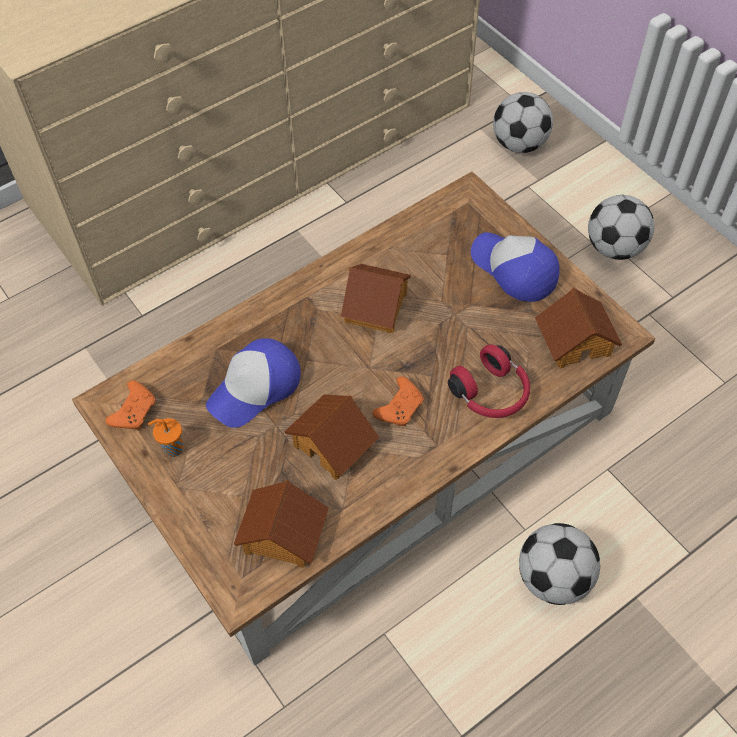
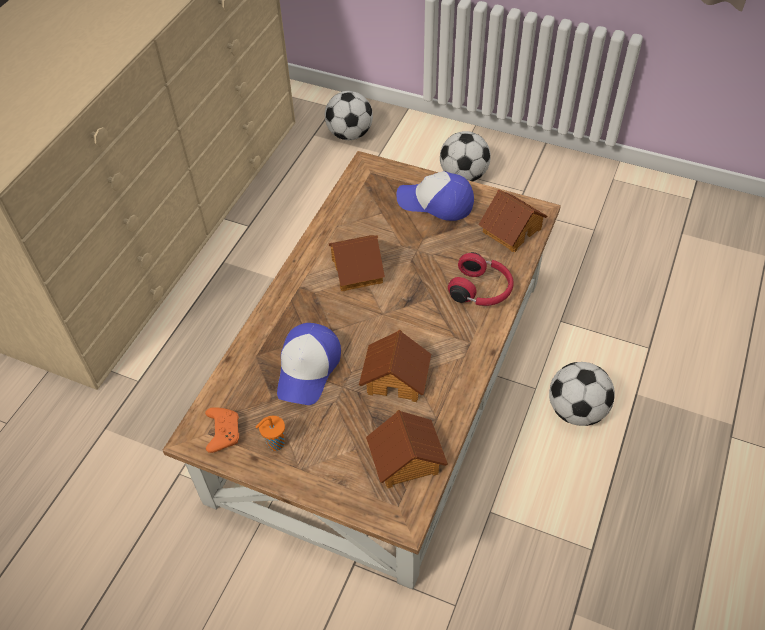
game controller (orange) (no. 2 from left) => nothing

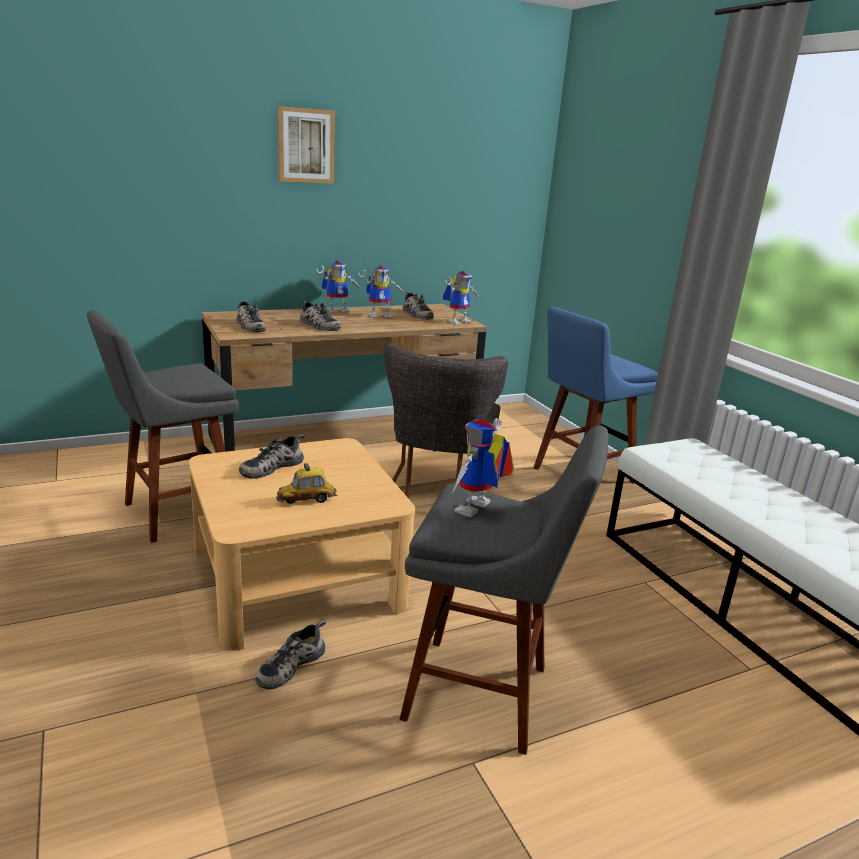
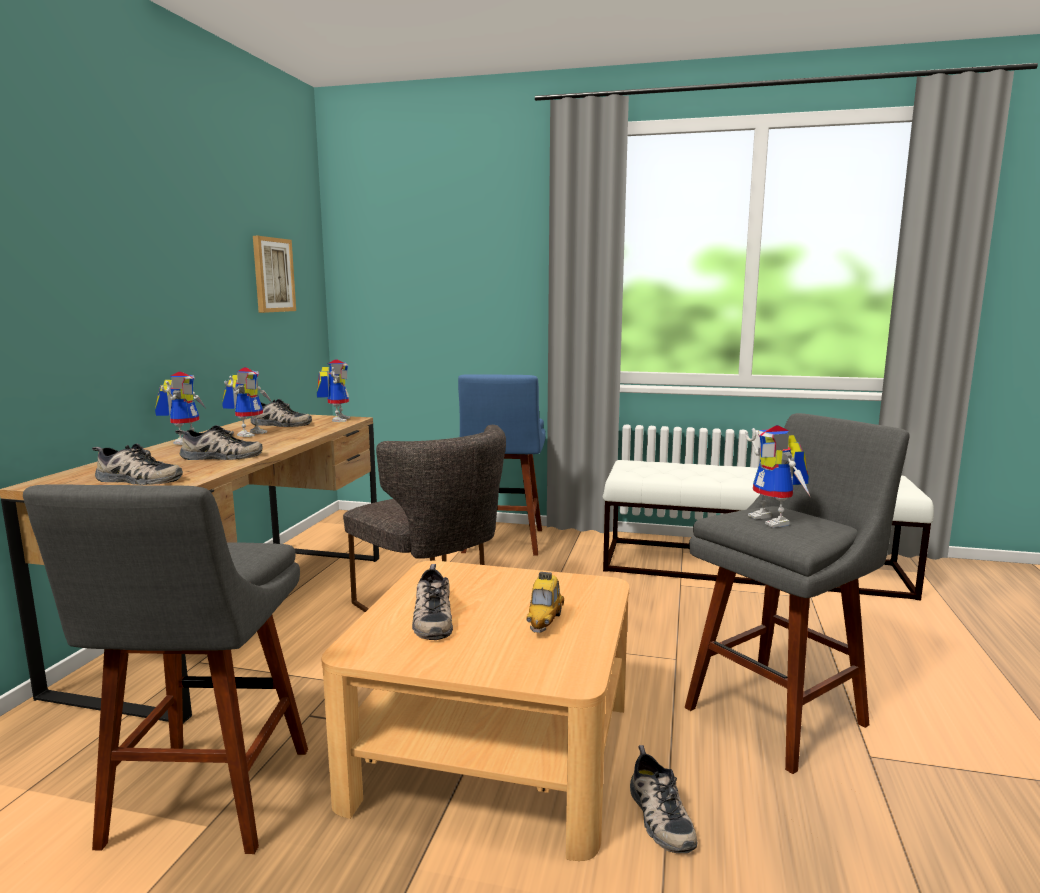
picture, shifted

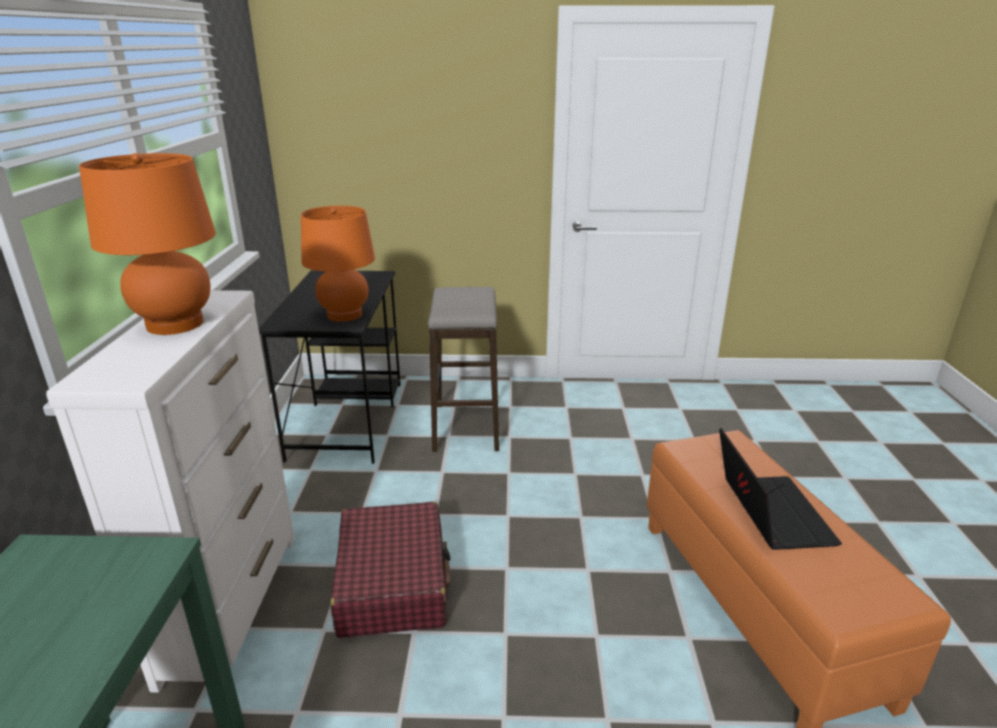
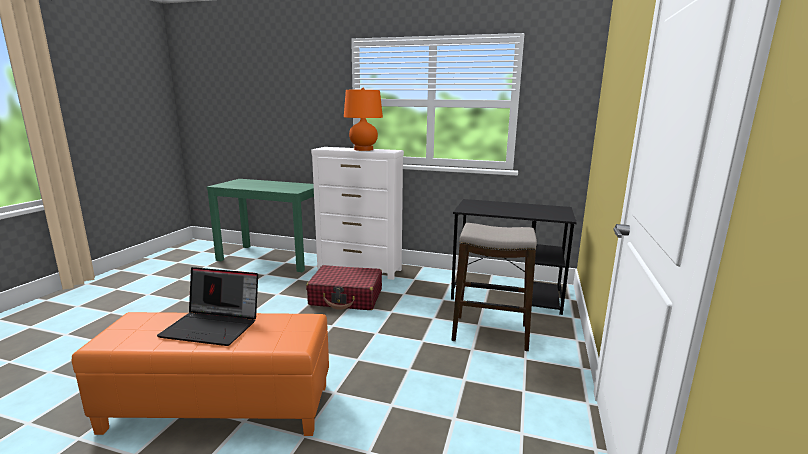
table lamp (orange) (no. 2 from left) => nothing

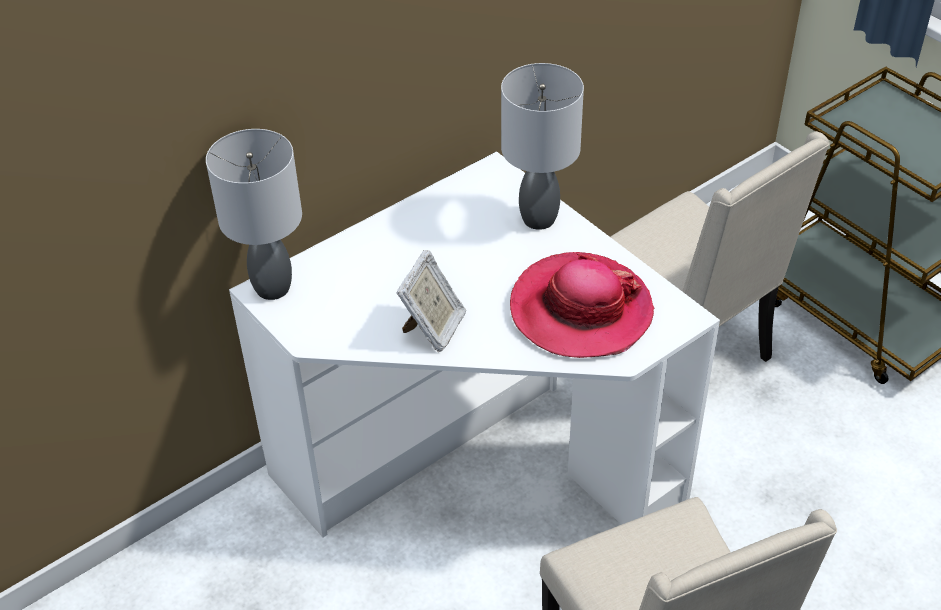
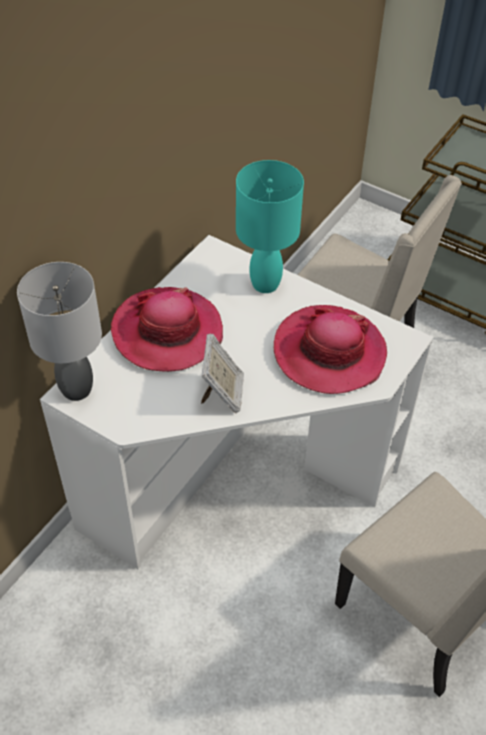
nothing => hat (no. 1 from left)
table lamp (grey) (no. 2 from left) => table lamp (turquoise)

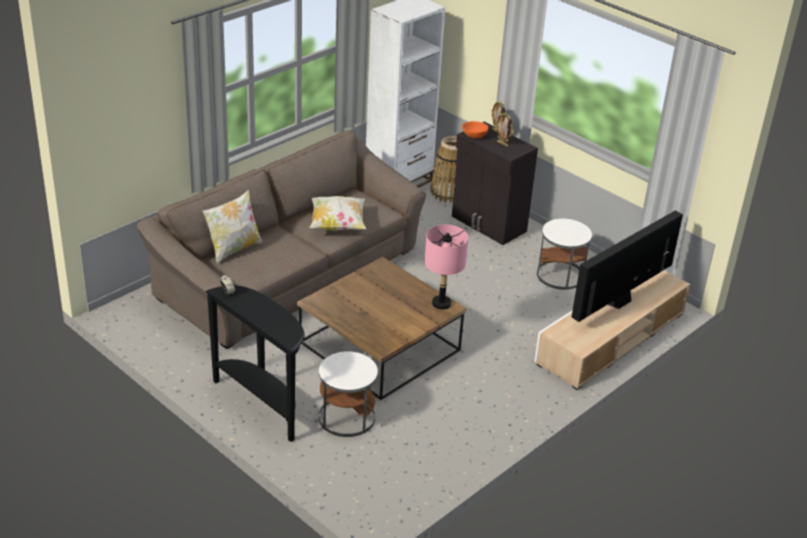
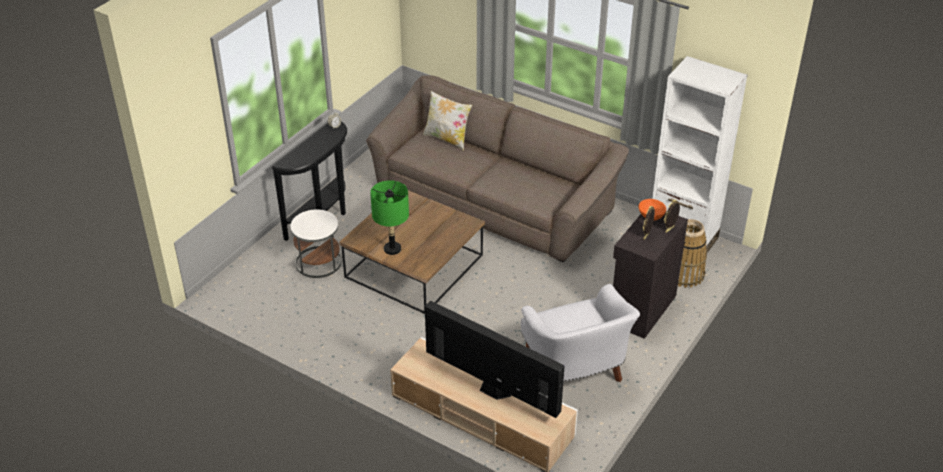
pillow (no. 2 from left) => nothing
table lamp (pink) => nothing
nothing => table lamp (green)
side table (white) (no. 2 from left) => armchair (white)

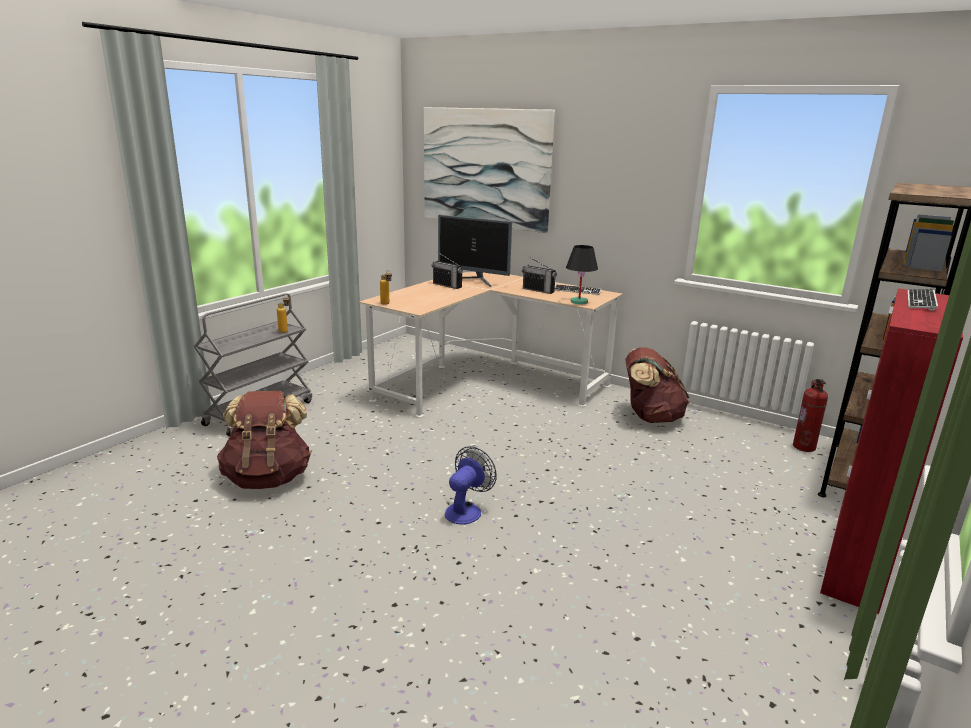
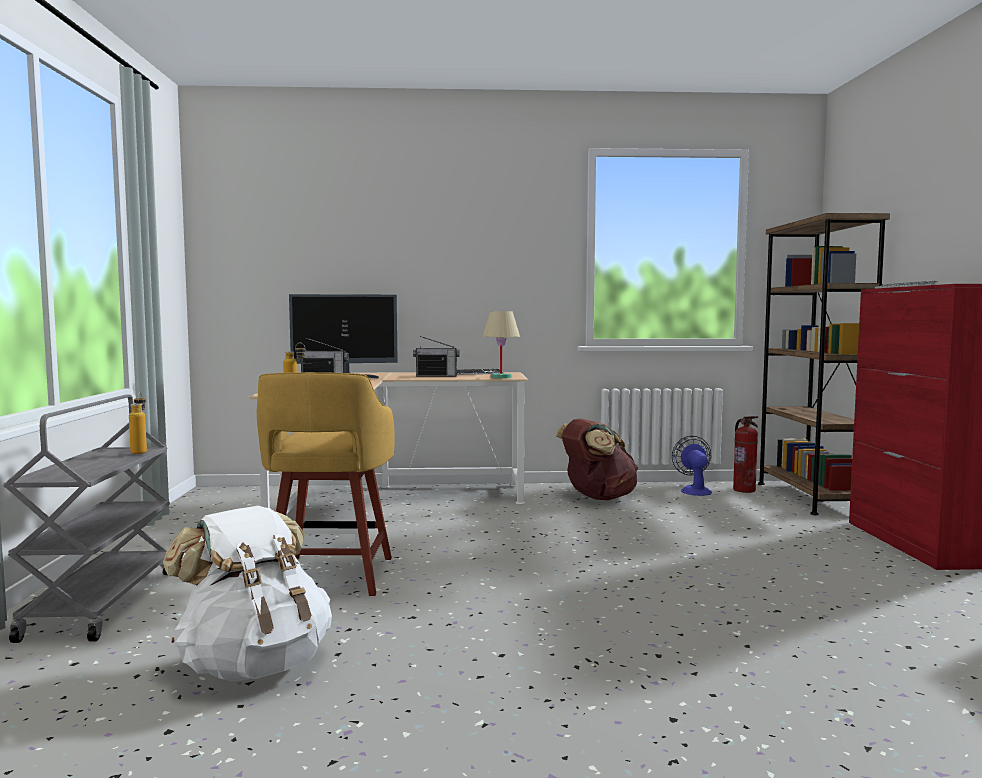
picture => nothing
nothing => stool (yellow)
fan, shifted
backpack (brown) (no. 1 from left) => backpack (white)
table lamp (black) => table lamp (beige)

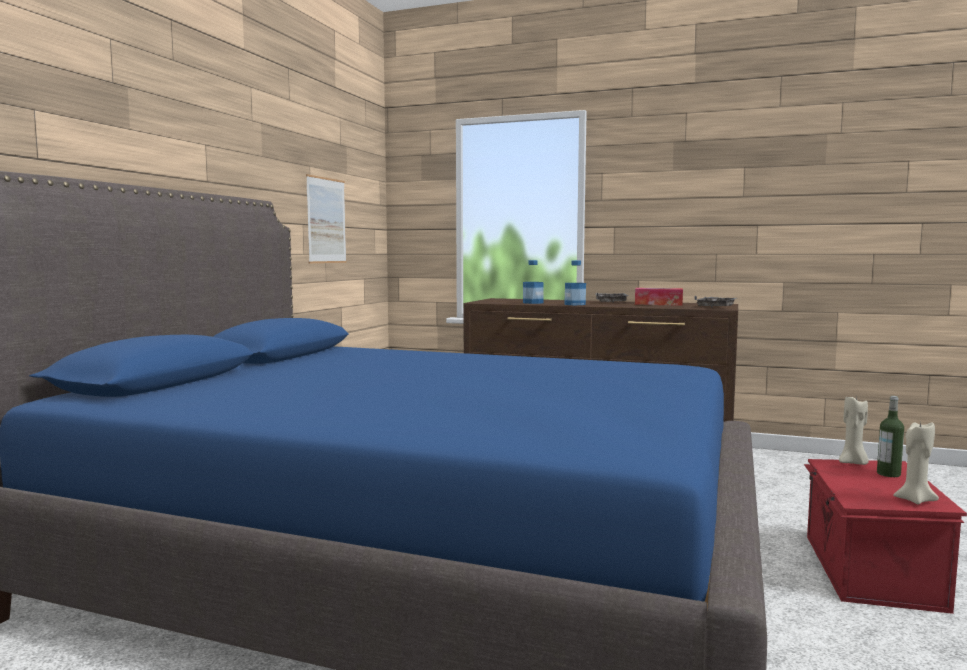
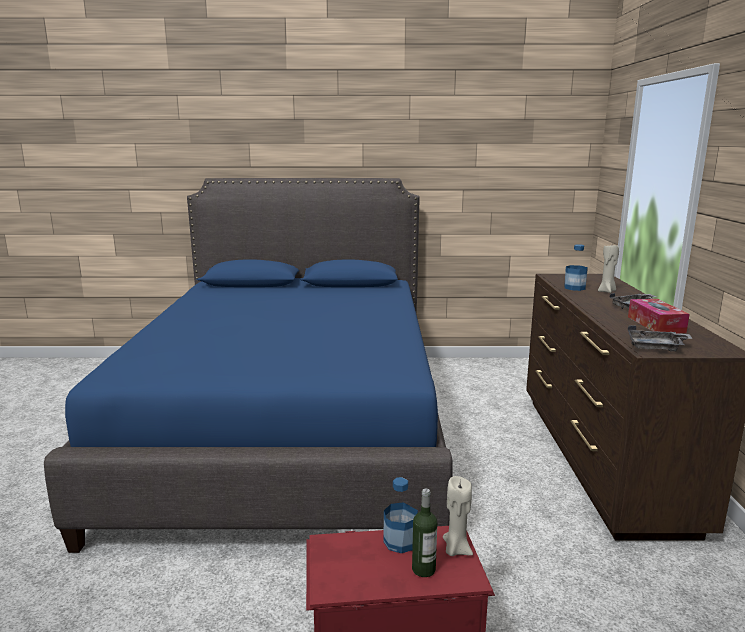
picture => nothing
bottle (no. 2 from left in the first image) => bottle (no. 1 from left), shifted
candle (beige) (no. 2 from left), shifted

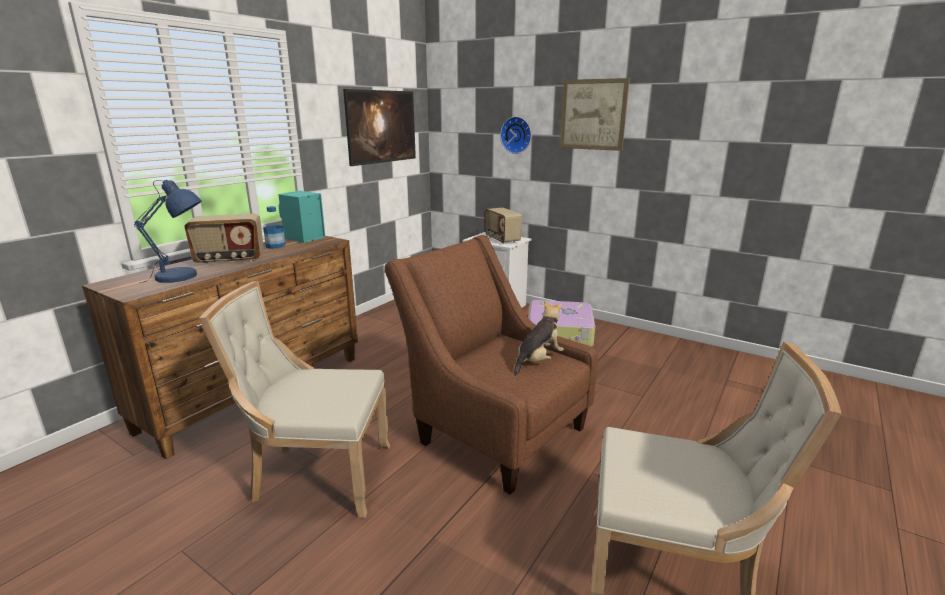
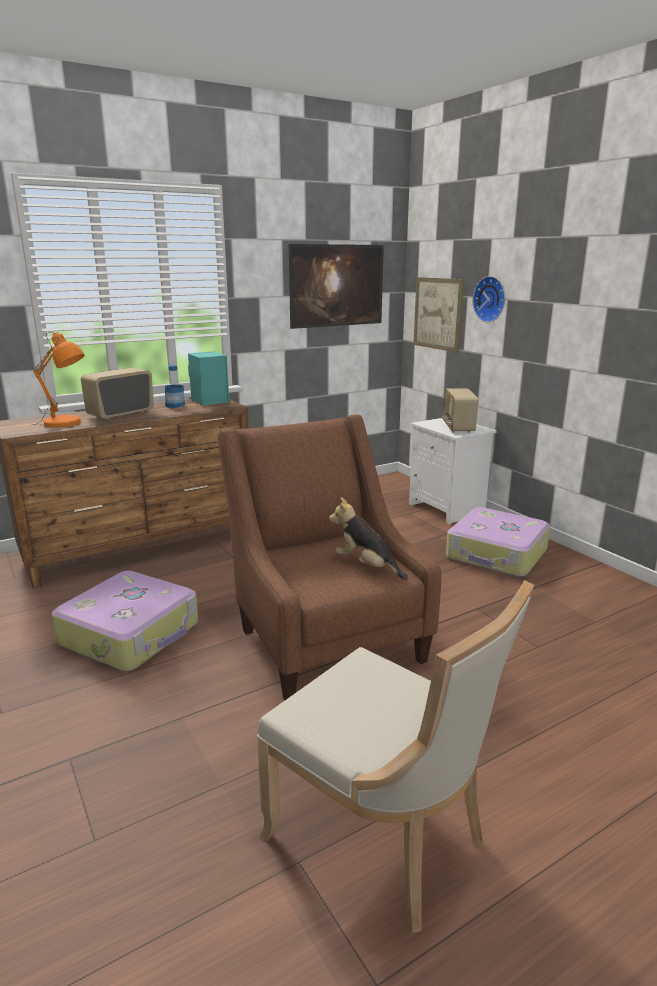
picture (no. 2 from left), shifted
chair (beige) (no. 1 from left) => suitcase (no. 1 from left)
table lamp (blue) => table lamp (orange)
radio (no. 1 from left), 120 degrees clockwise
plush toy, 120 degrees counterclockwise

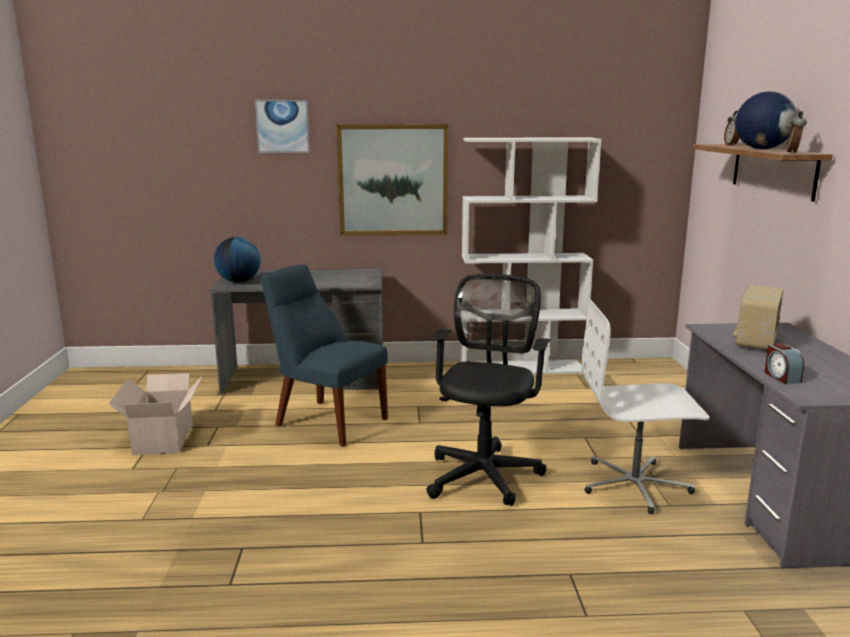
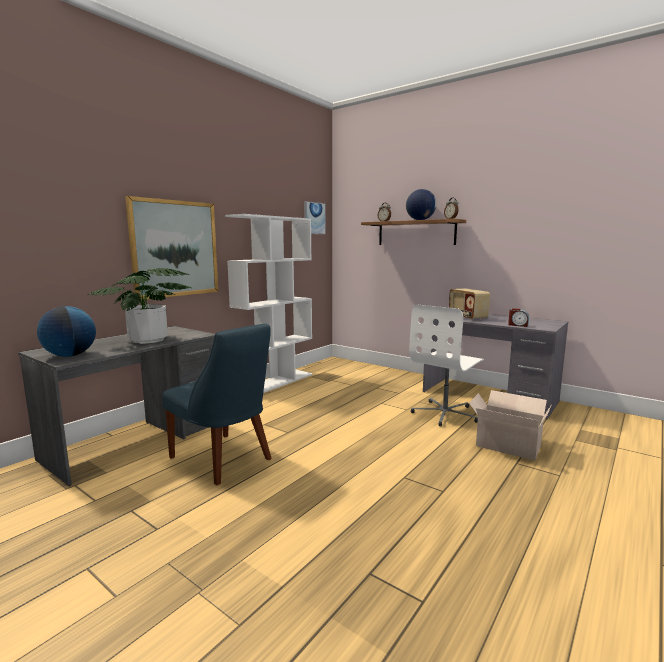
office chair (black) => nothing
nothing => potted plant
cardboard box, shifted
picture (no. 1 from left in the first image) => picture (no. 2 from left), shifted
chair (blue), 120 degrees counterclockwise

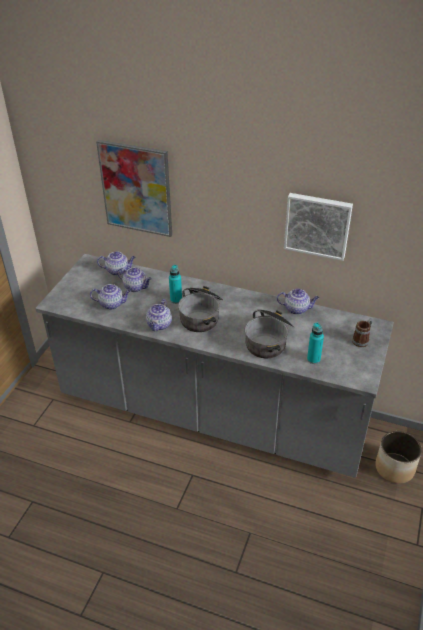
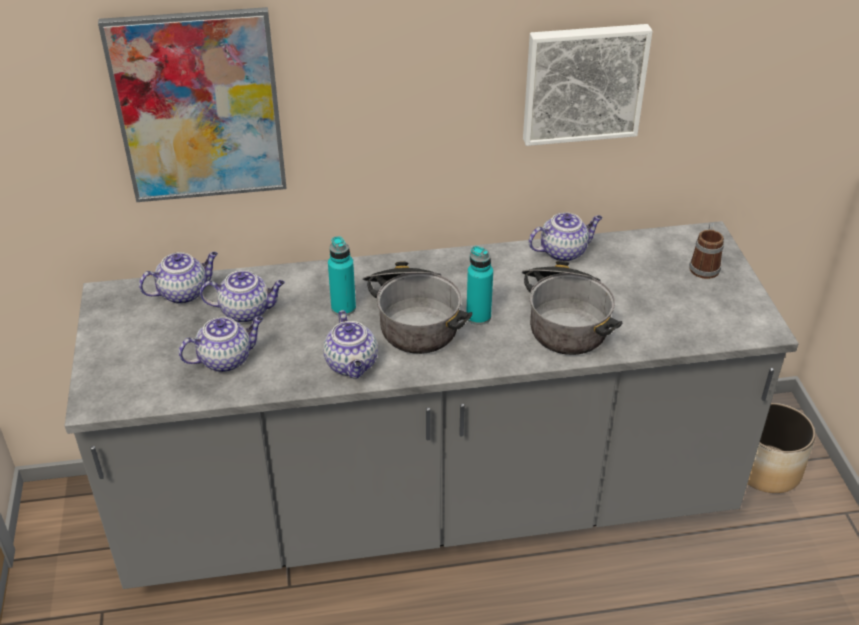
bottle (turquoise) (no. 2 from left), shifted

